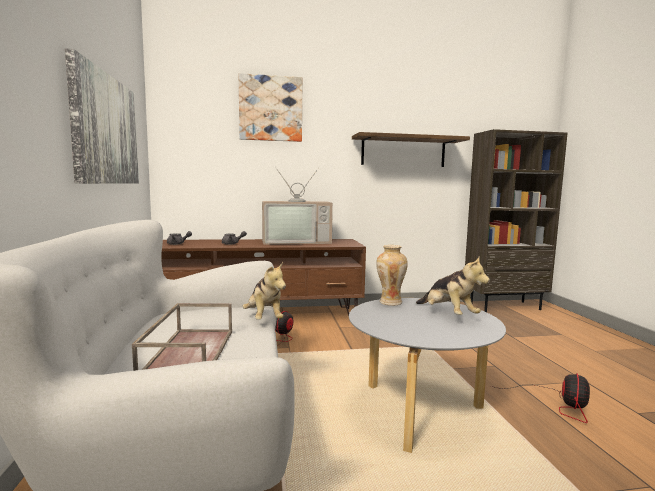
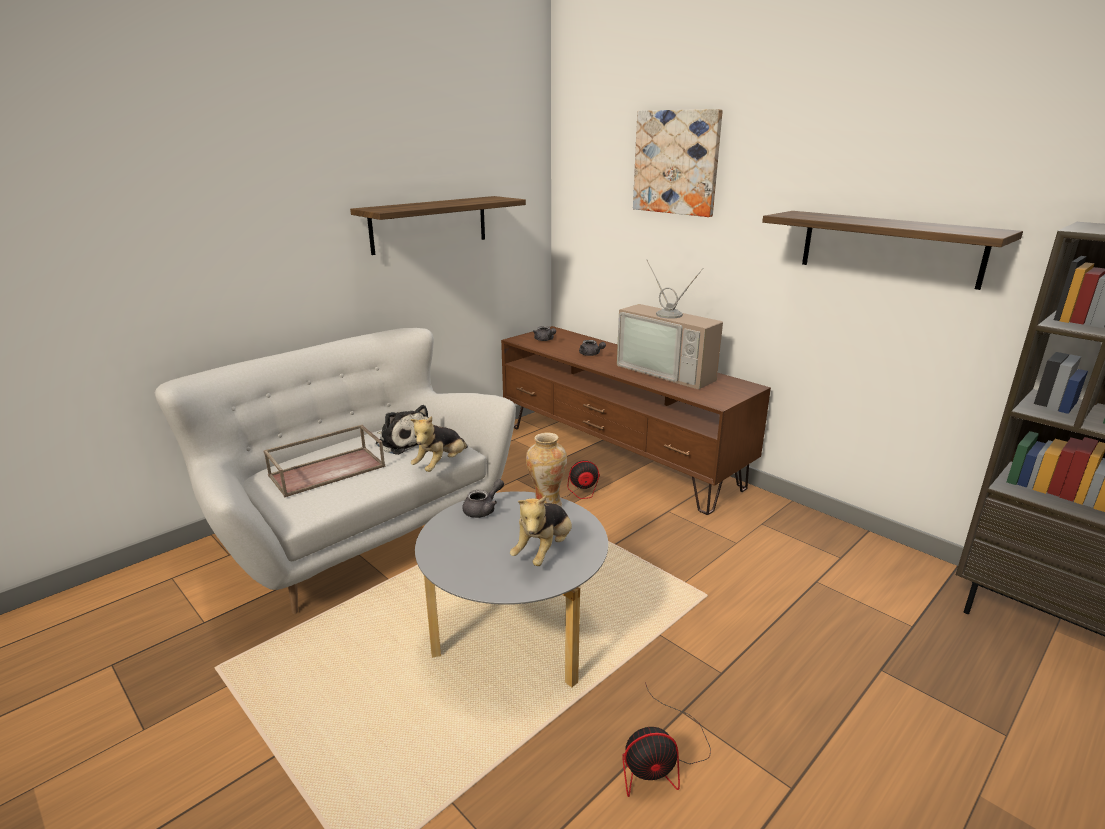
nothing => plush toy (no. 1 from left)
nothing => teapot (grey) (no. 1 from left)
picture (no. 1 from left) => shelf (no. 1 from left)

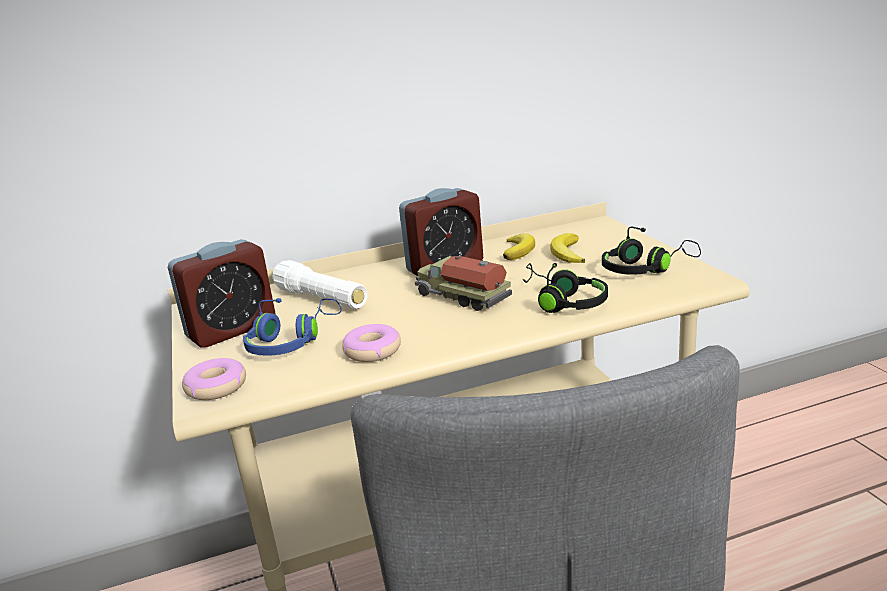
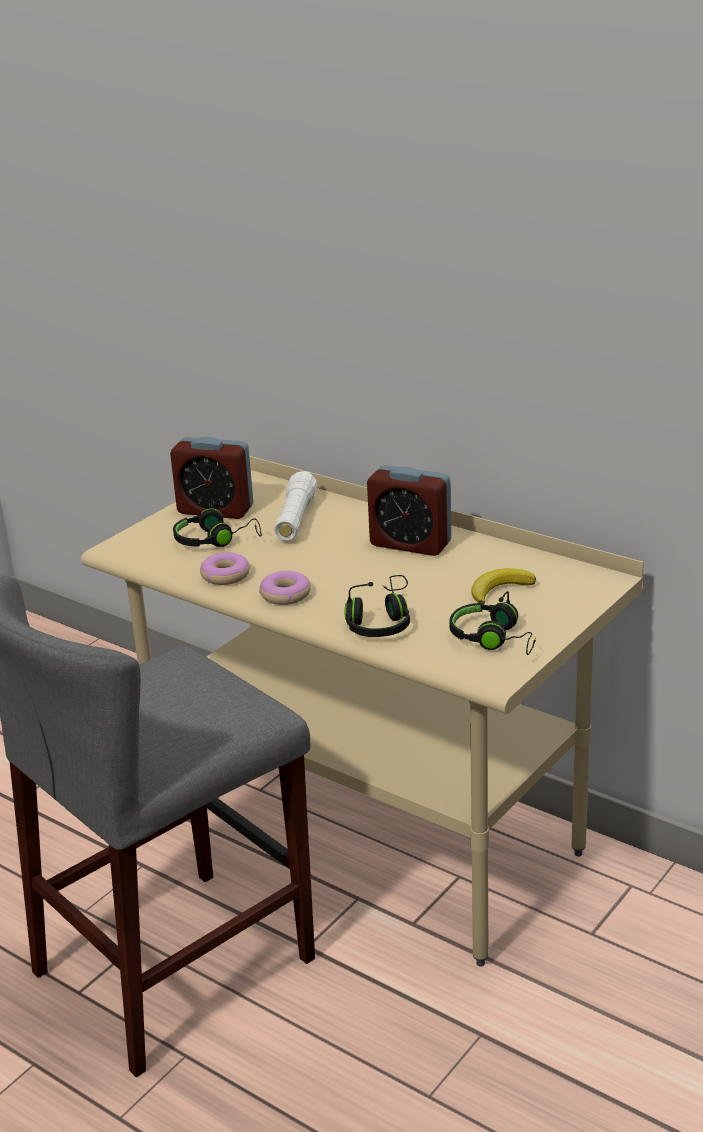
toy truck => nothing
banana (no. 1 from left) => nothing
donut (no. 1 from left in the first image) => donut (no. 2 from left), shifted
headphones (blue) => headphones (black) (no. 1 from left)

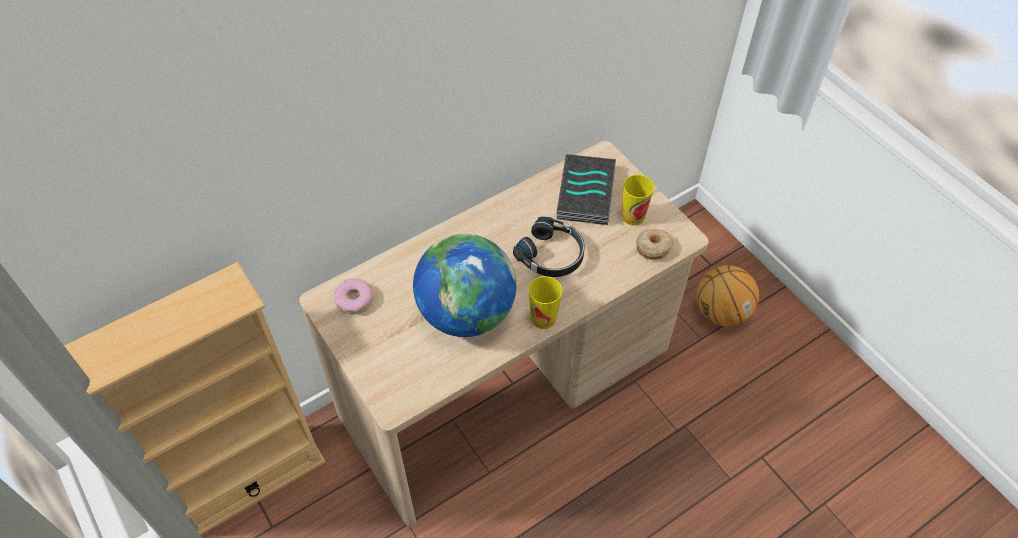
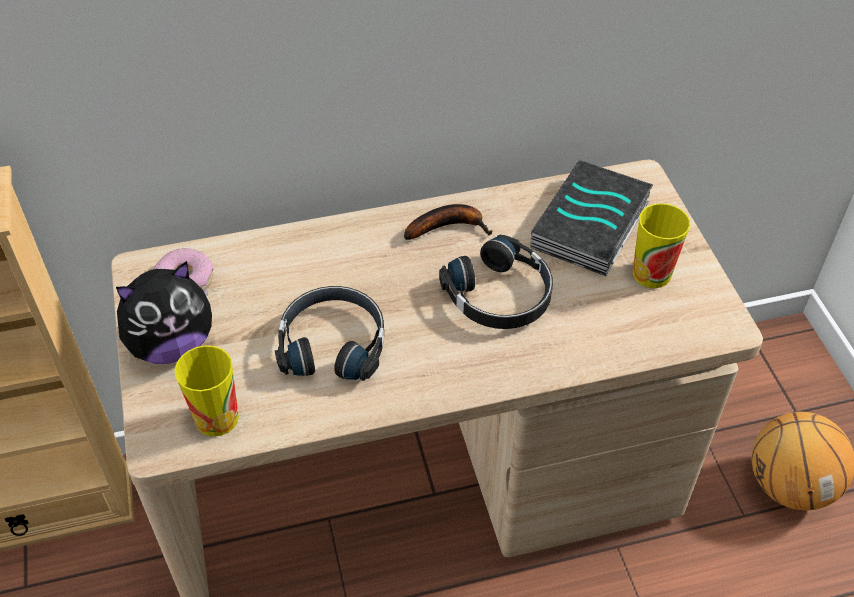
donut (no. 2 from left) => nothing
nothing => plush toy
nothing => banana
cup (no. 1 from left), shifted
globe => headphones (black) (no. 1 from left)

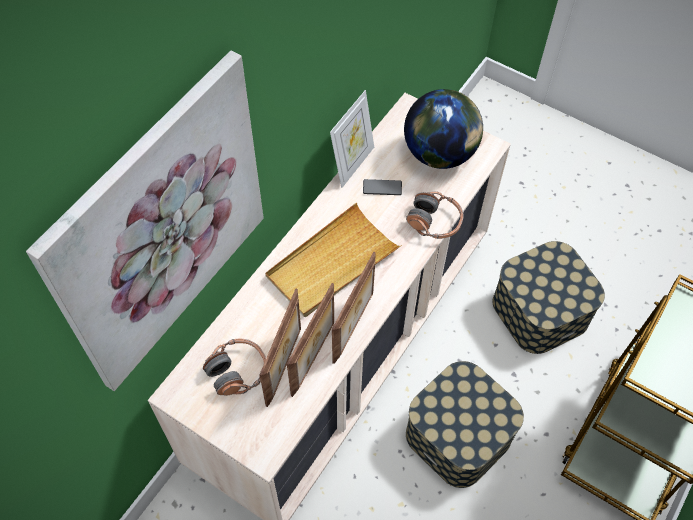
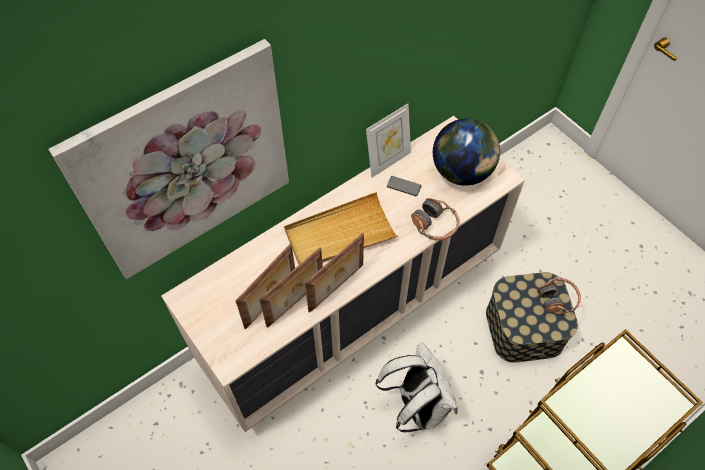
headphones (no. 1 from left in the first image) => headphones (no. 2 from left), shifted
storage box (no. 1 from left) => backpack (white)

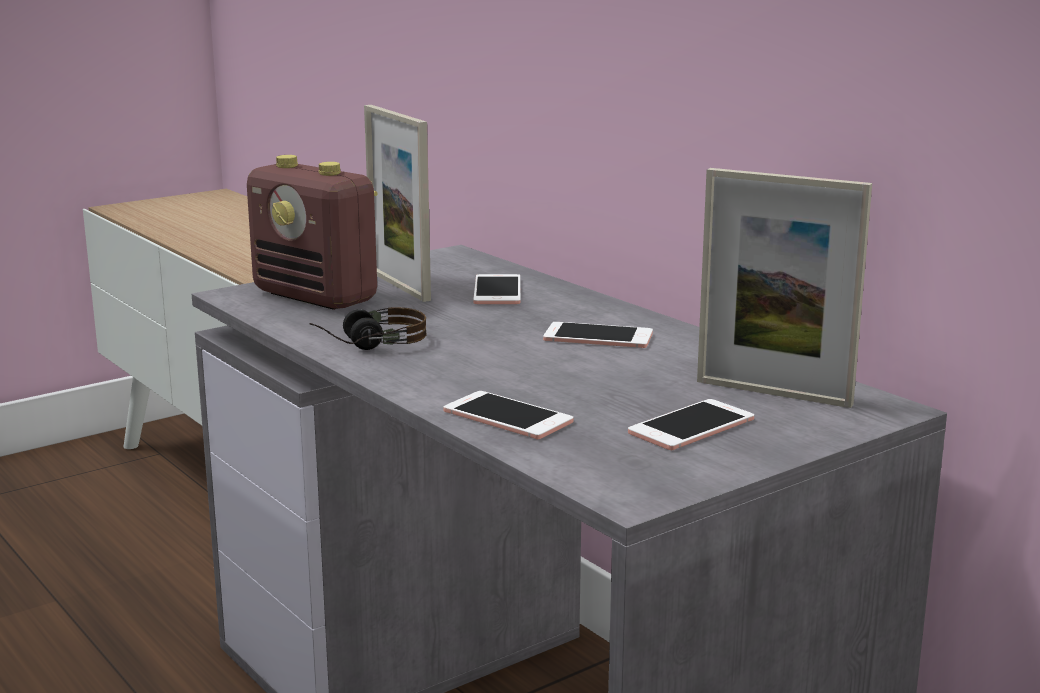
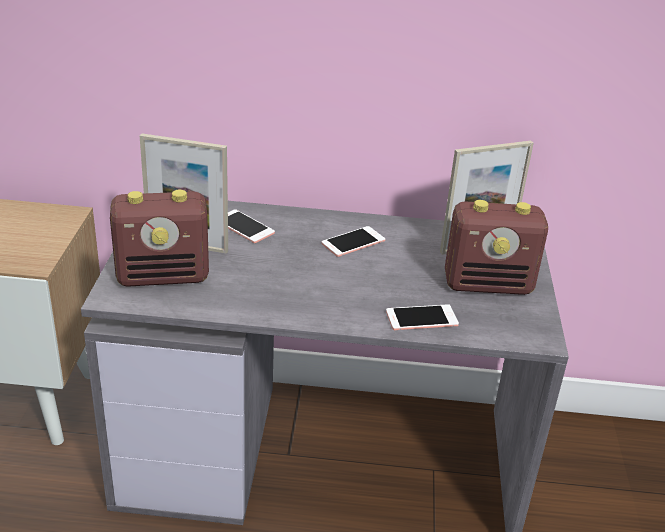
headphones => nothing
phone (no. 4 from left) => radio (no. 2 from left)

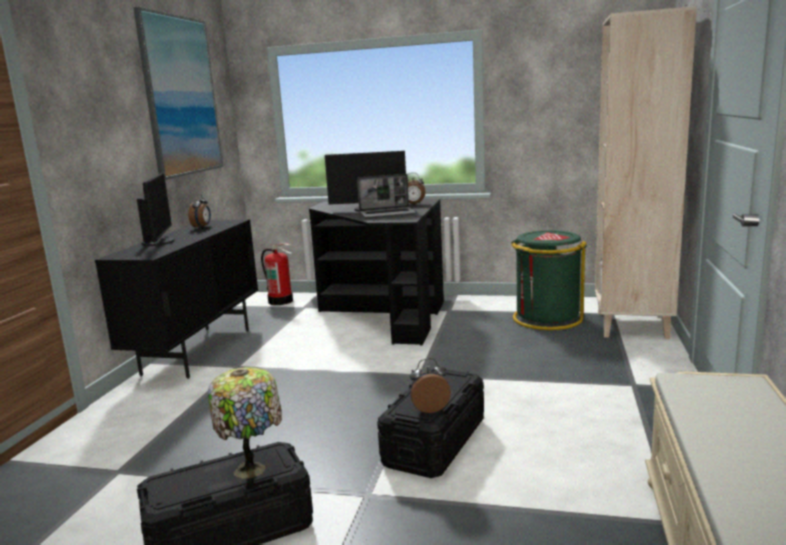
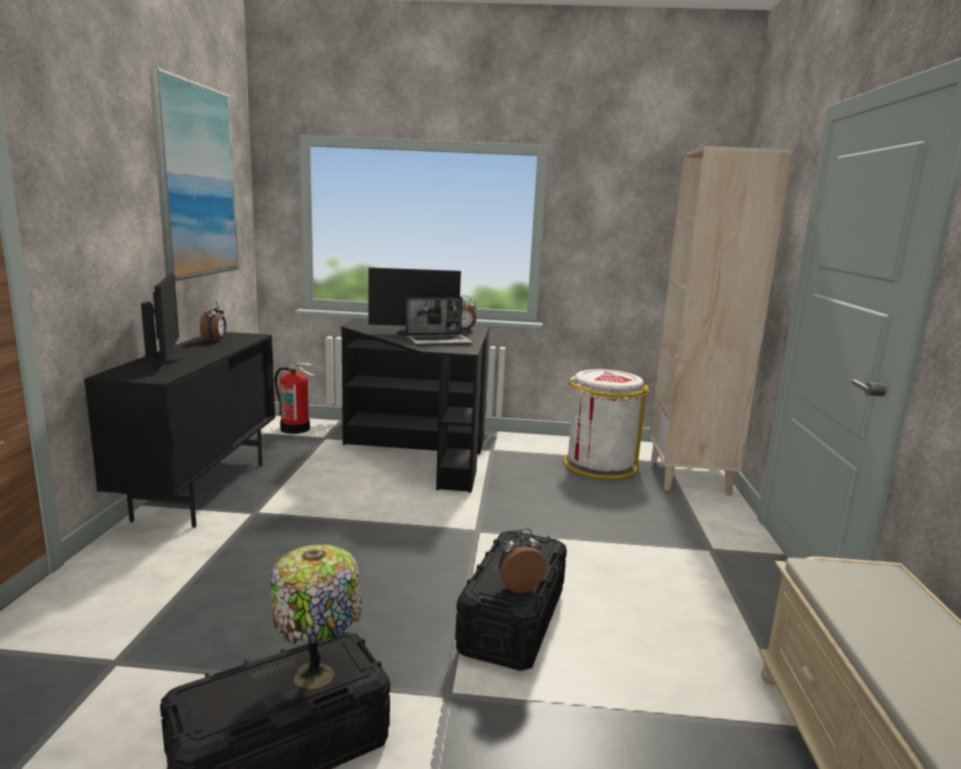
trash can (green) => trash can (white)

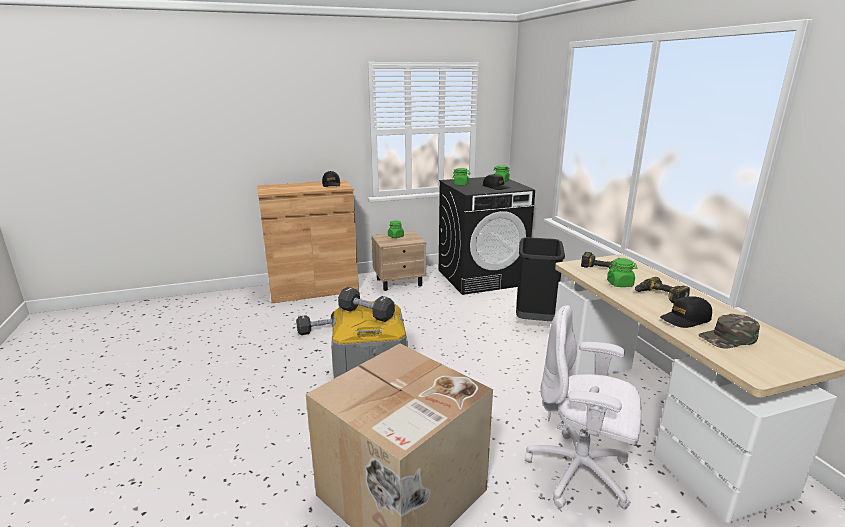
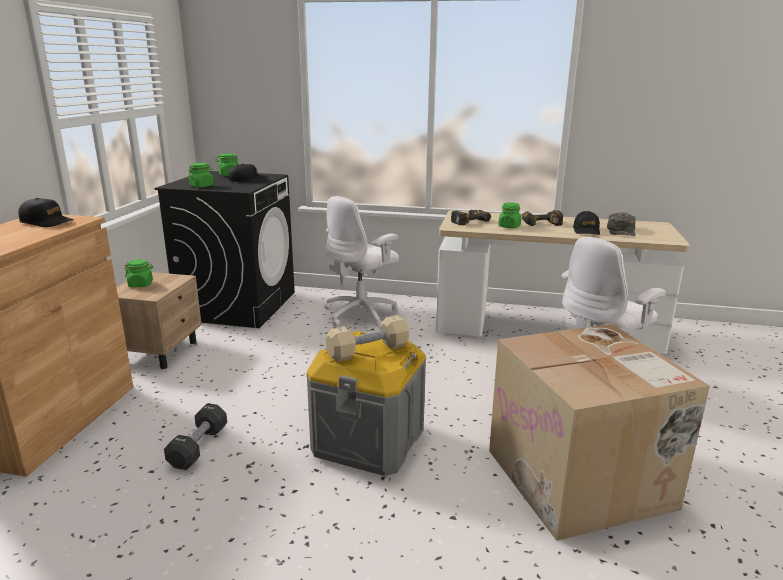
trash can (black) => office chair (white) (no. 1 from left)
dumbbell (black) (no. 2 from left) => dumbbell (beige)

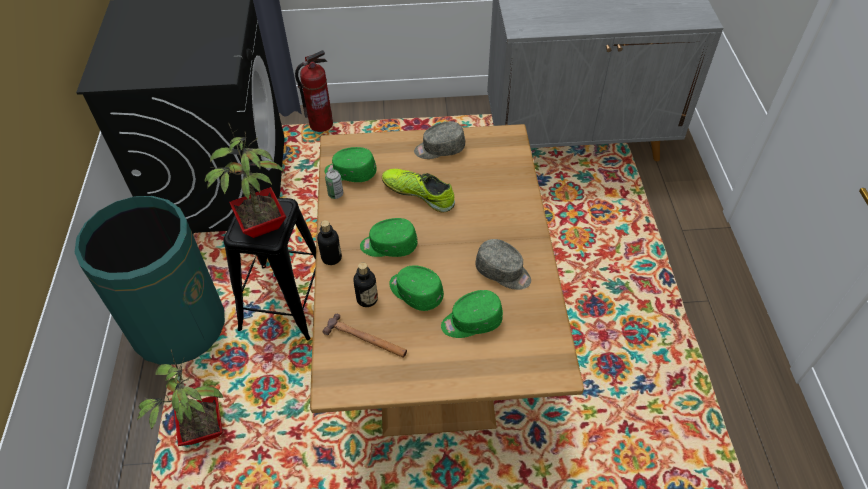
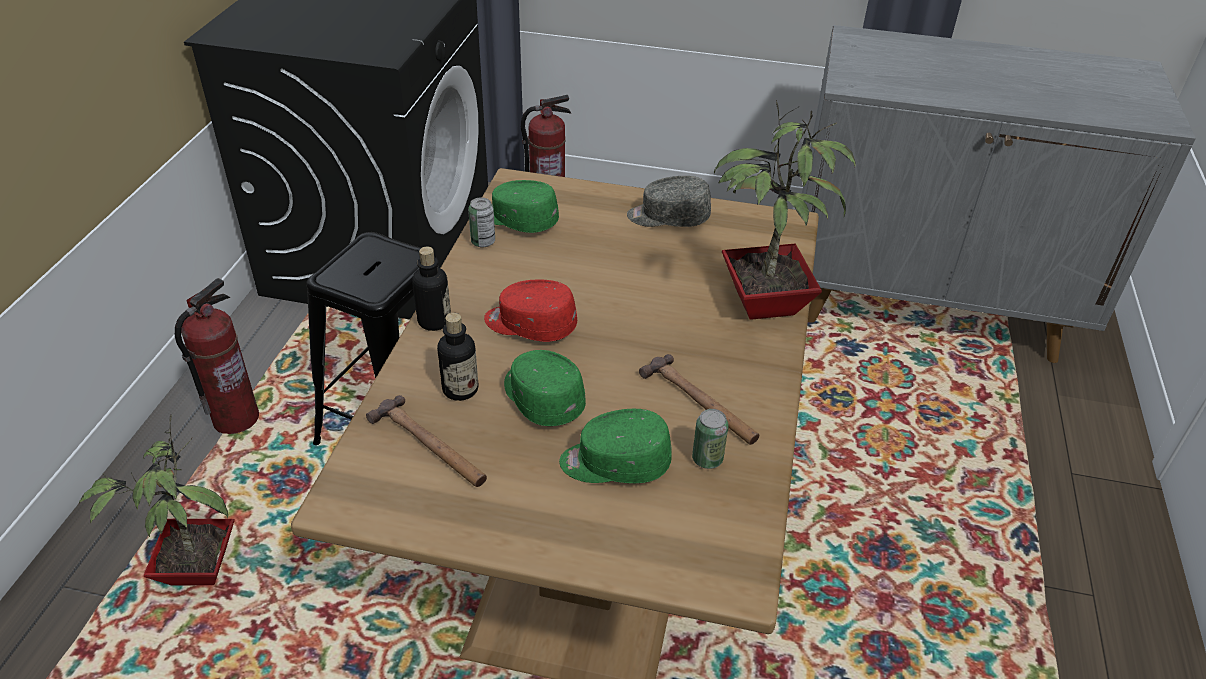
shoe => nothing
nothing => can (no. 2 from left)
potted plant (no. 2 from left), shifted
trash can (green) => fire extinguisher (no. 1 from left)
cap (grey) (no. 2 from left) => hammer (no. 2 from left)
cap (green) (no. 2 from left) => cap (red)

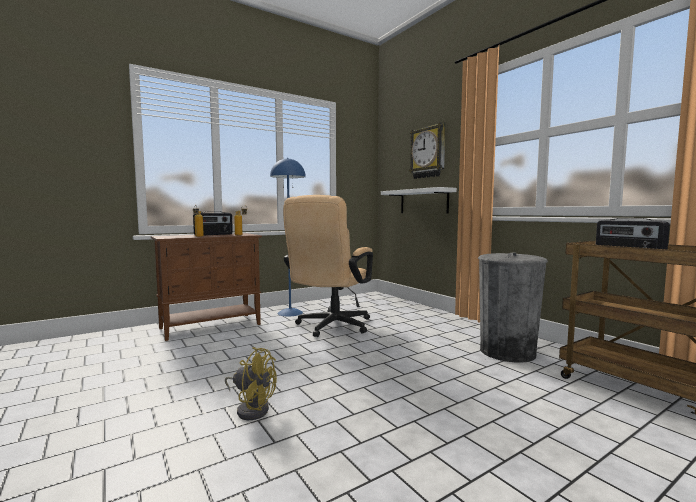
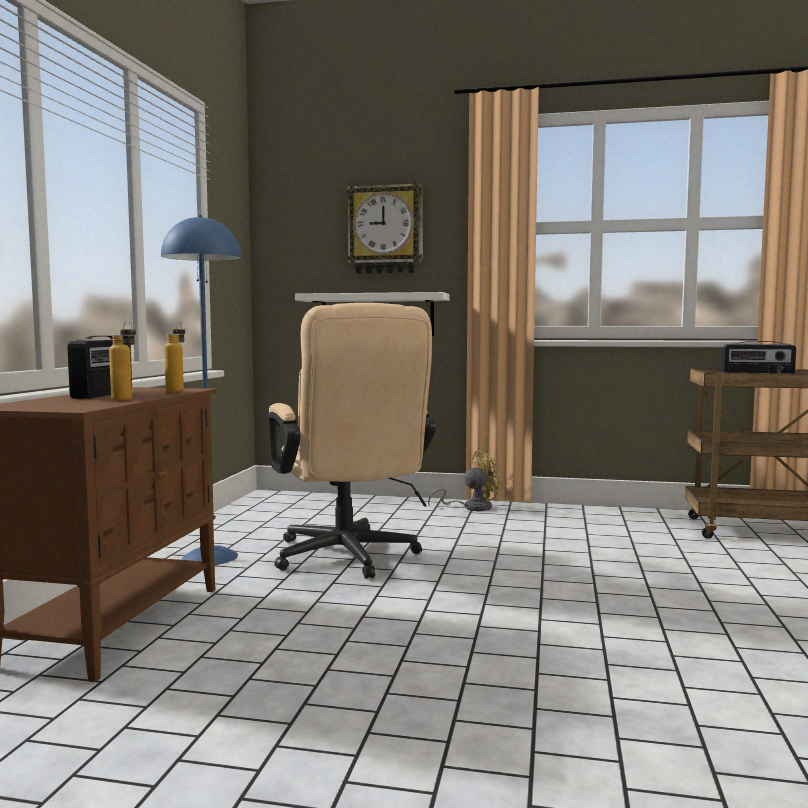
trash can (grey) => nothing
fan (yellow), shifted

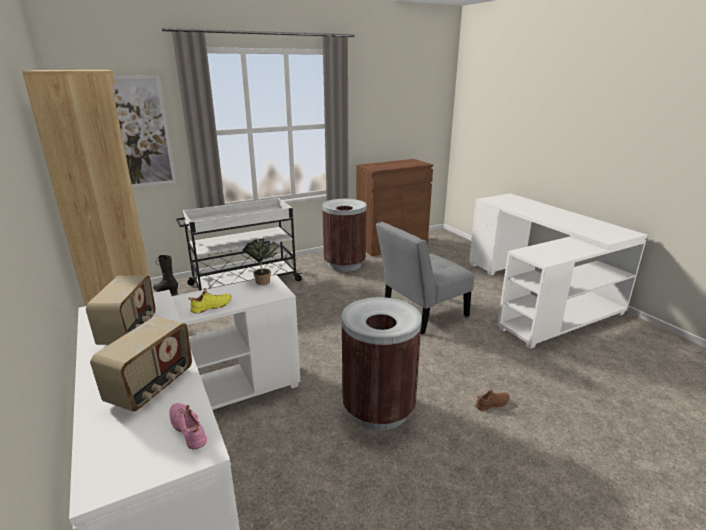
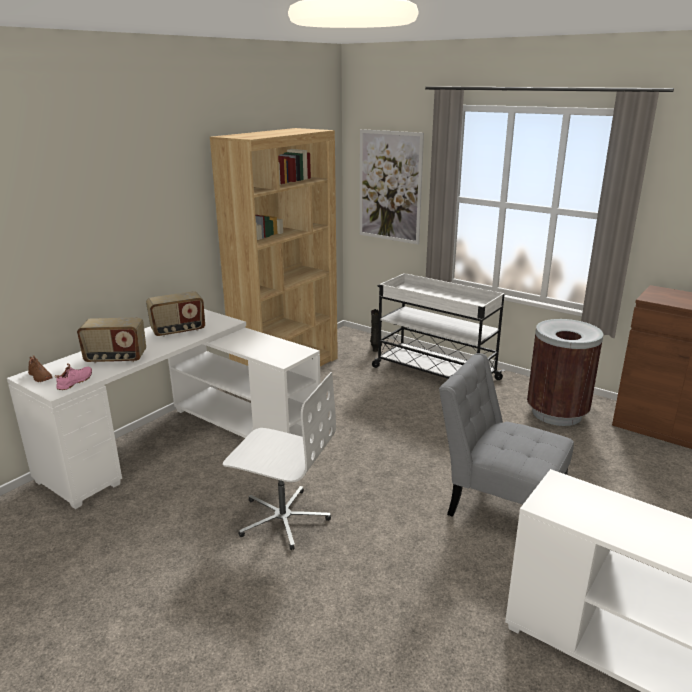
shoe (yellow) => nothing
potted plant => nothing
shoe (brown), shifted
trash can (brown) (no. 2 from left) => office chair (white)

